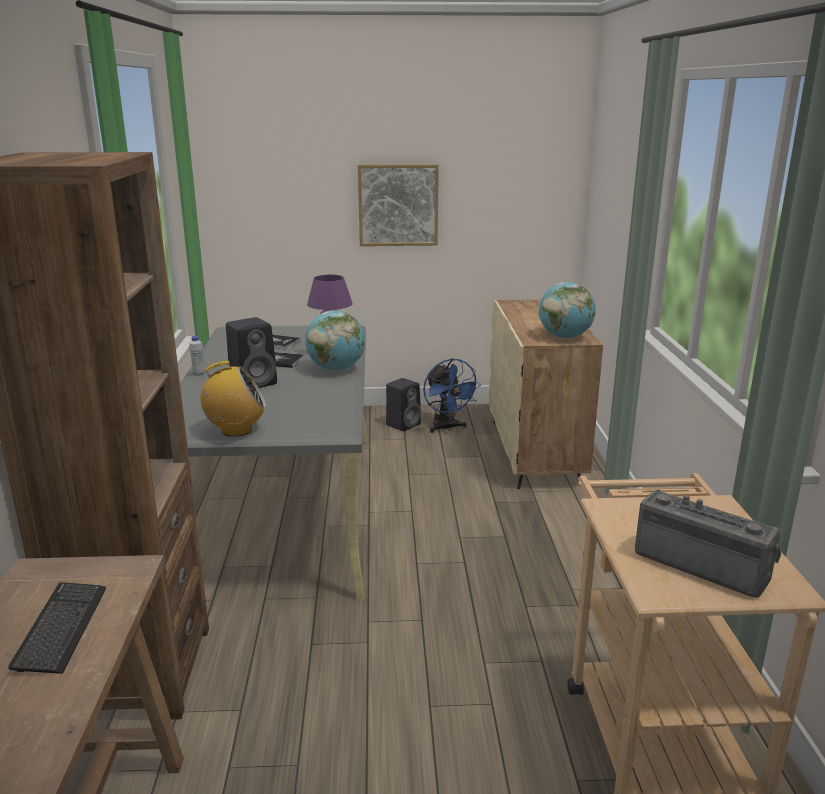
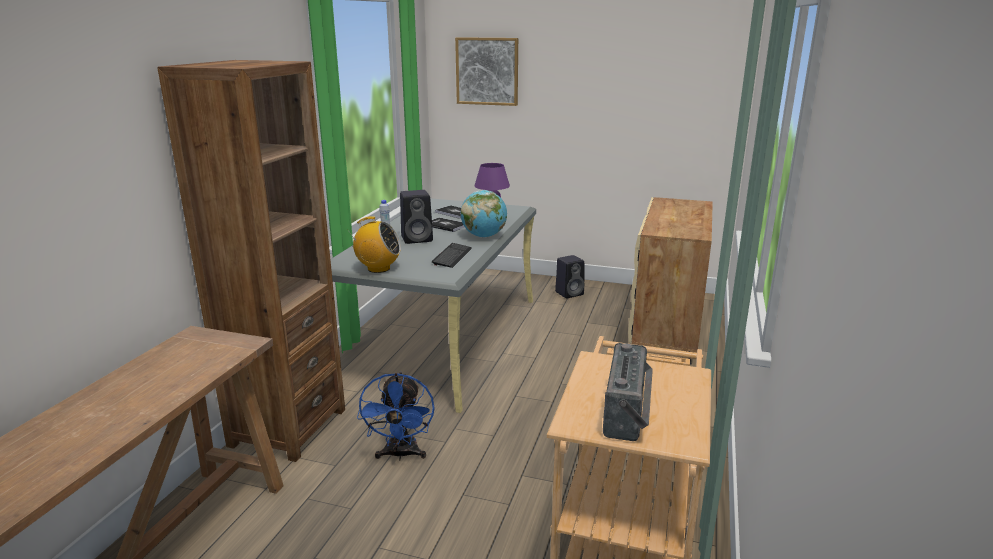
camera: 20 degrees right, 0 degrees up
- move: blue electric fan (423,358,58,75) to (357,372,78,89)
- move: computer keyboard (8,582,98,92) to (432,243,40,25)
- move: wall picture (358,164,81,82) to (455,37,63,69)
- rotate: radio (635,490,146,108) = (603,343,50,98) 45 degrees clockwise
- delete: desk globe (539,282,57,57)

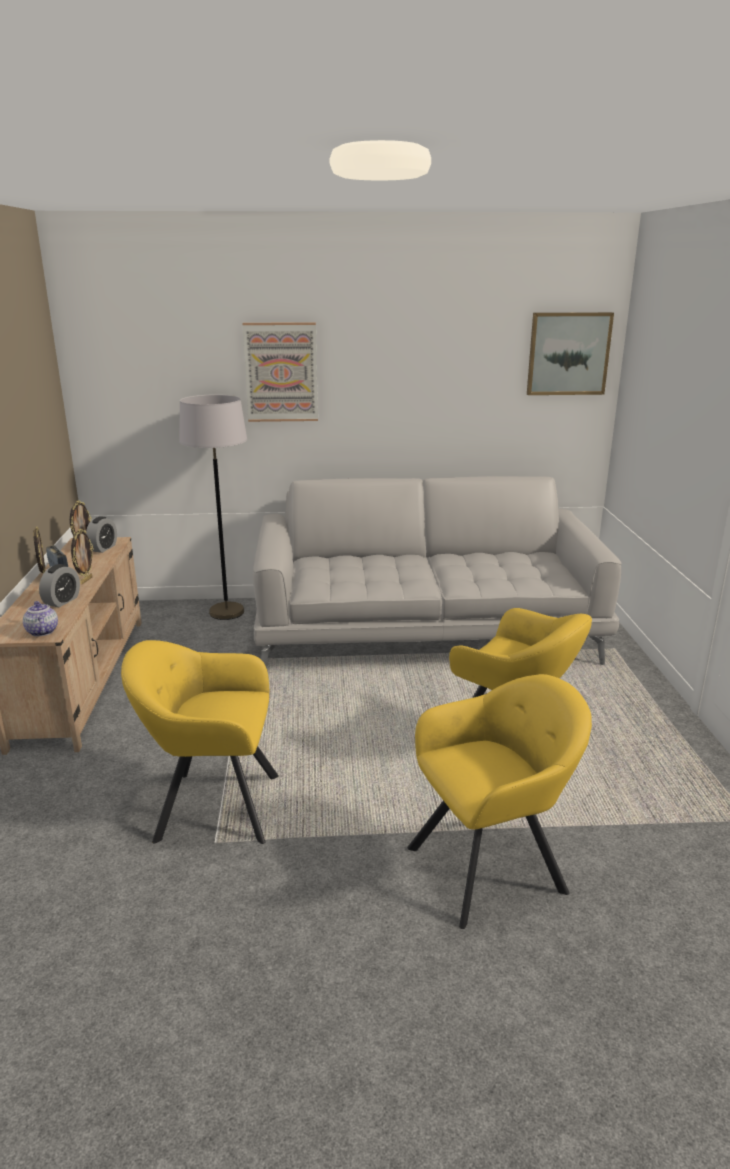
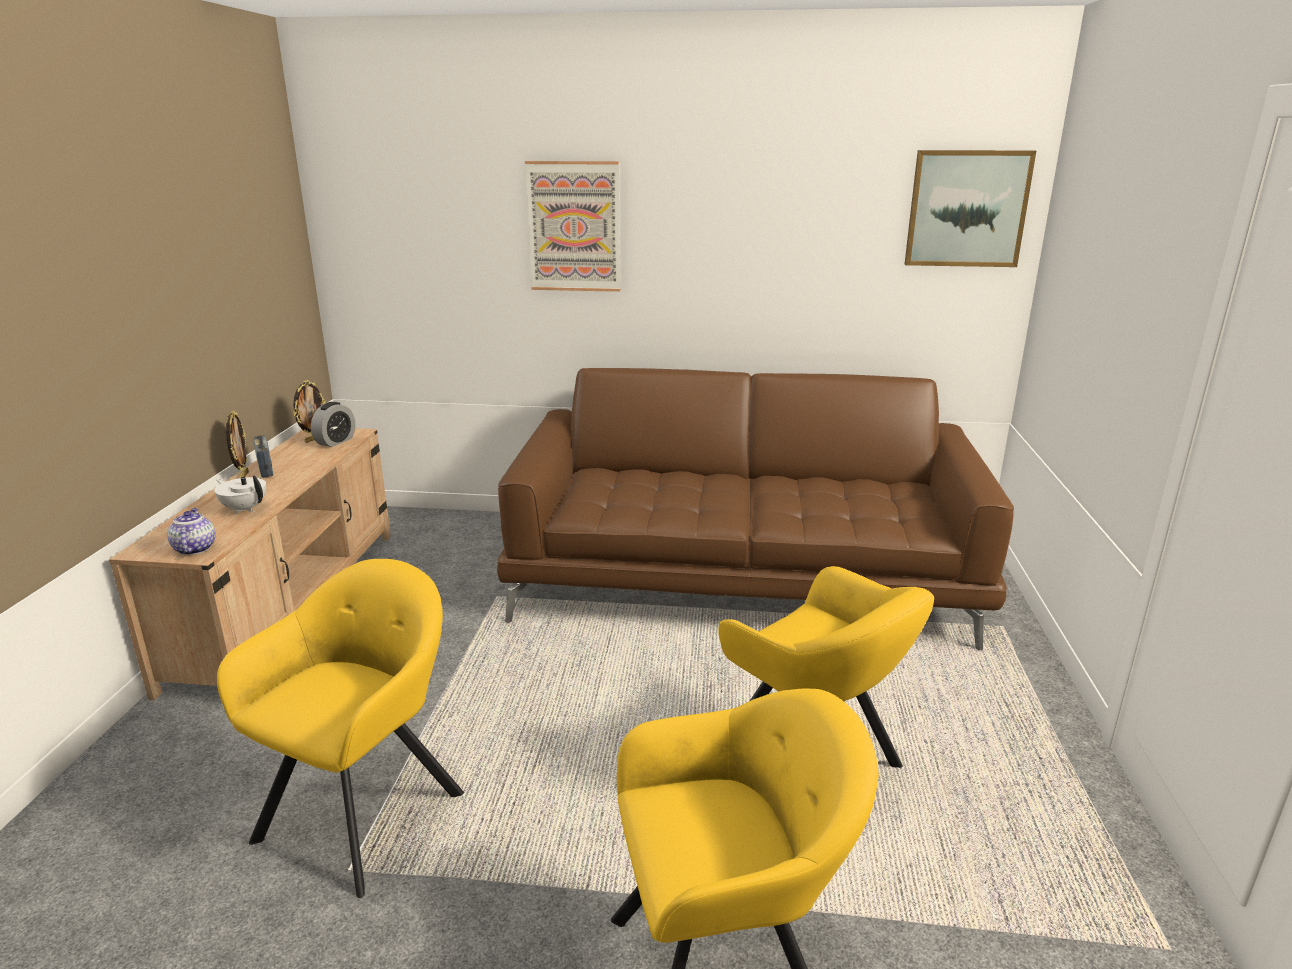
camera: 10 degrees right, 0 degrees up
- replace: table clock (39,564,41,43) to white pot for tea (214,475,52,38)
- rotate: yellow armchair (121,640,158,204) = (217,559,247,339) 105 degrees clockwise
- recolor: greyish couch (253,476,368,191) to brown couch (497,368,517,283)
- delete: picture frame (71,529,22,55)
- delete: greyish standing lamp (179,394,68,226)

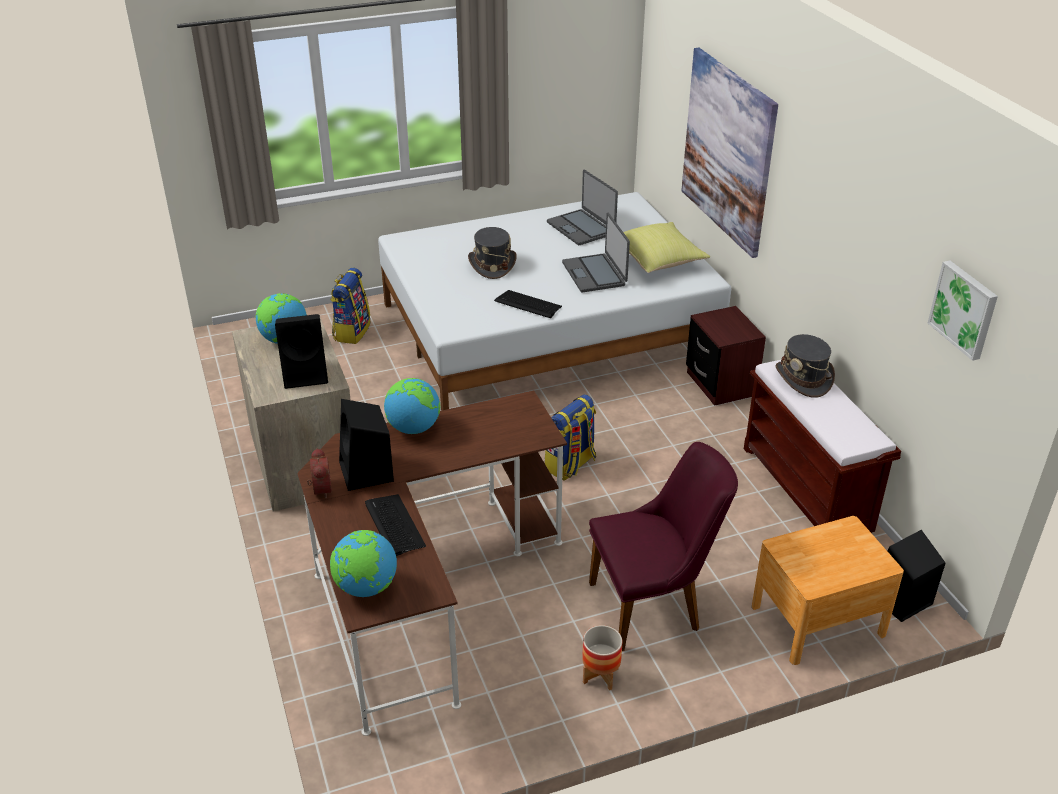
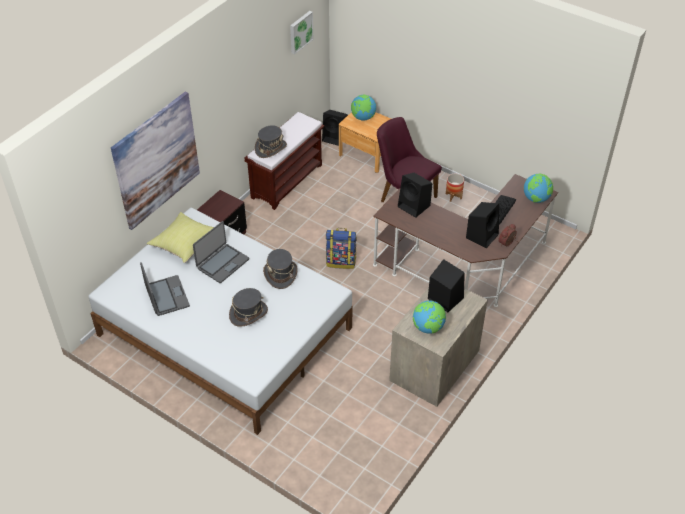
camera: 125 degrees left, 10 degrees up
- rotate: portable computer (547,170,71,75) = (140,262,50,54) 45 degrees counterclockwise
- replace: computer keyboard (494,290,68,28) to greyish clothing hat (263,249,35,40)
- move: desk globe (384,378,56,56) to (351,95,25,26)
- insert: black audio speaker (398,173,34,45)
- delete: knapsack (331,268,40,76)

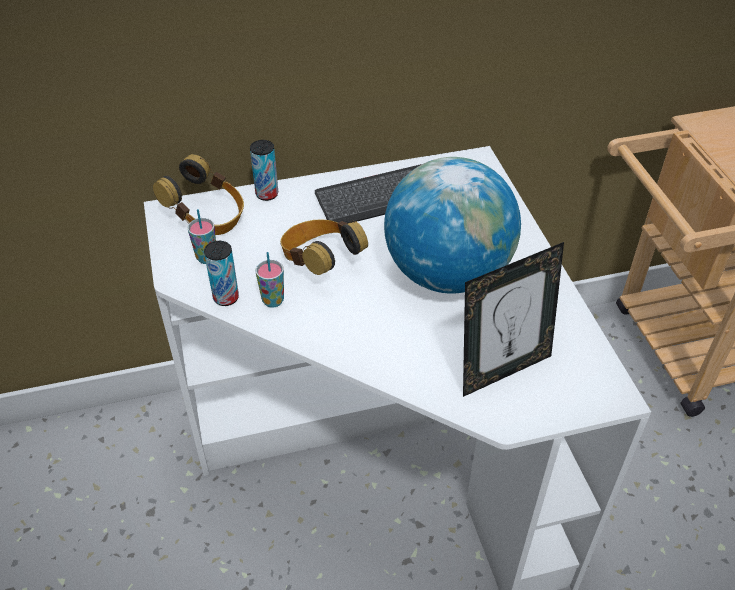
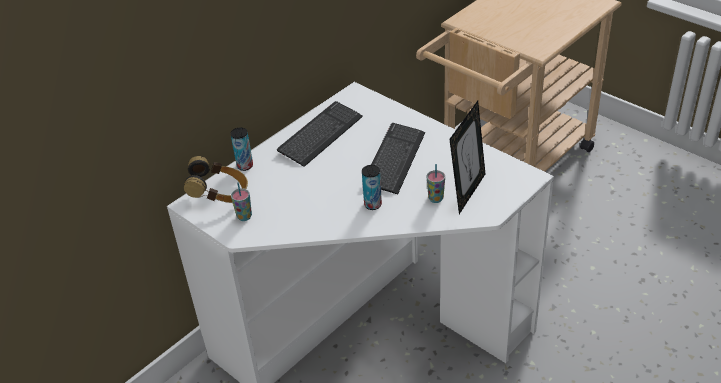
camera: 30 degrees left, 5 degrees down
- move: sealed can (204,241,35,65) to (362,165,20,45)
- replace: desk globe (384,157,137,137) to computer keyboard (371,123,54,71)
- move: small cup (256,252,28,56) to (427,164,18,39)
- delete: headset (280,219,88,56)

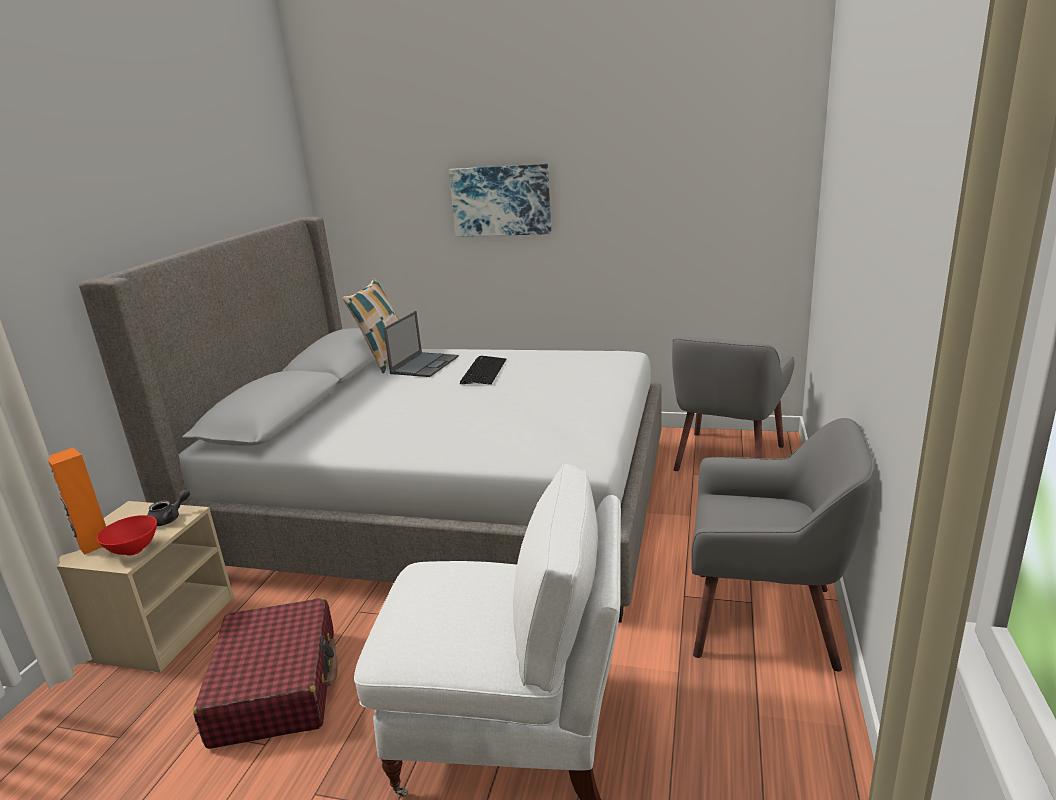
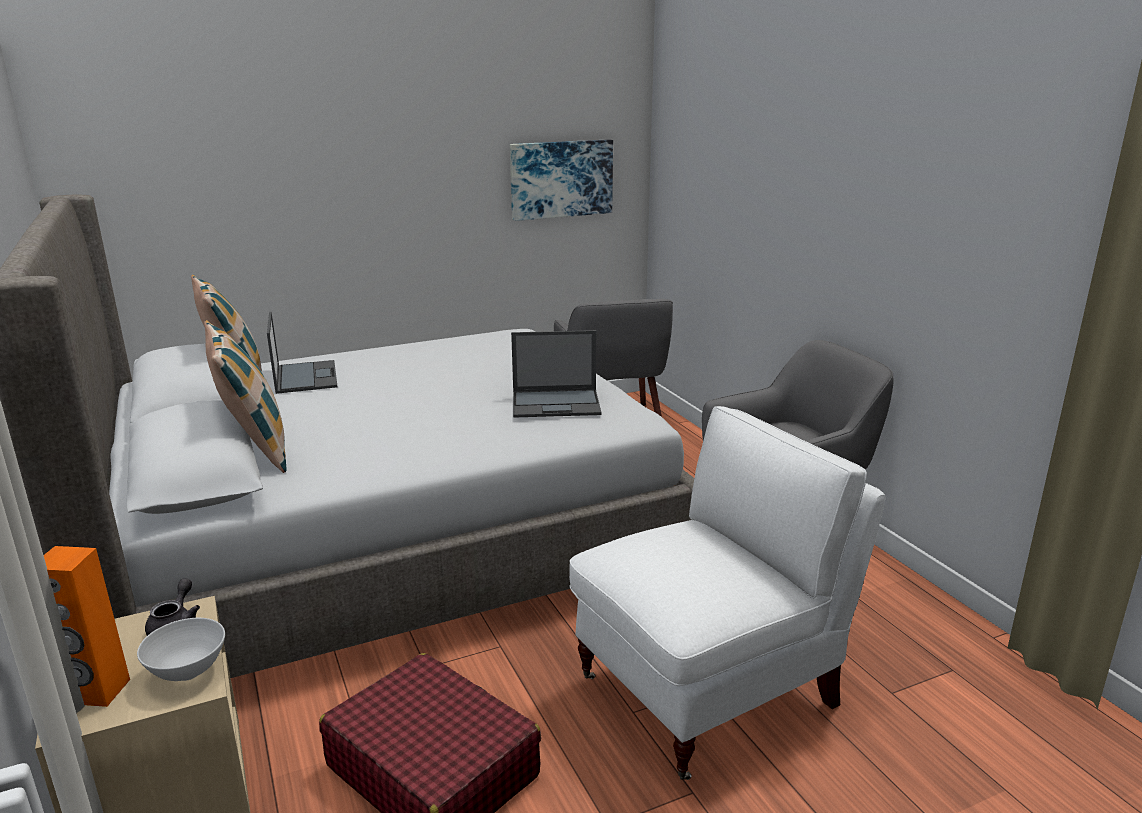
camera: 40 degrees left, 0 degrees up
- recolor: red bowl (97,515,60,41) to white bowl (137,618,88,63)
- insert: cushion (204,320,83,153)
- move: wall picture (449,164,103,73) to (510,139,103,82)
- insert: portable computer (511,330,91,88)
- delete: computer keyboard (460,355,46,30)

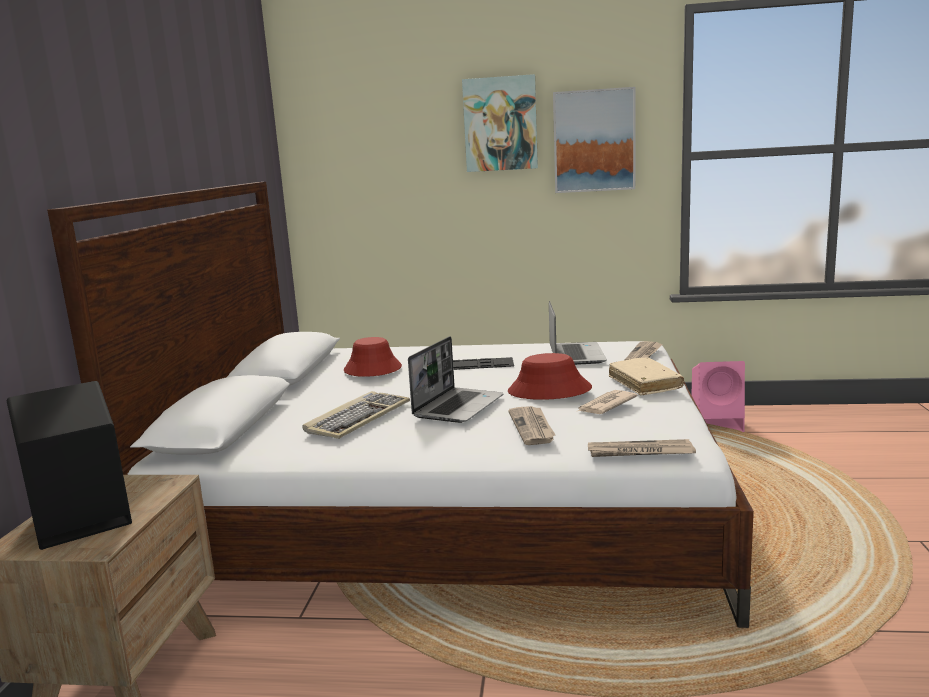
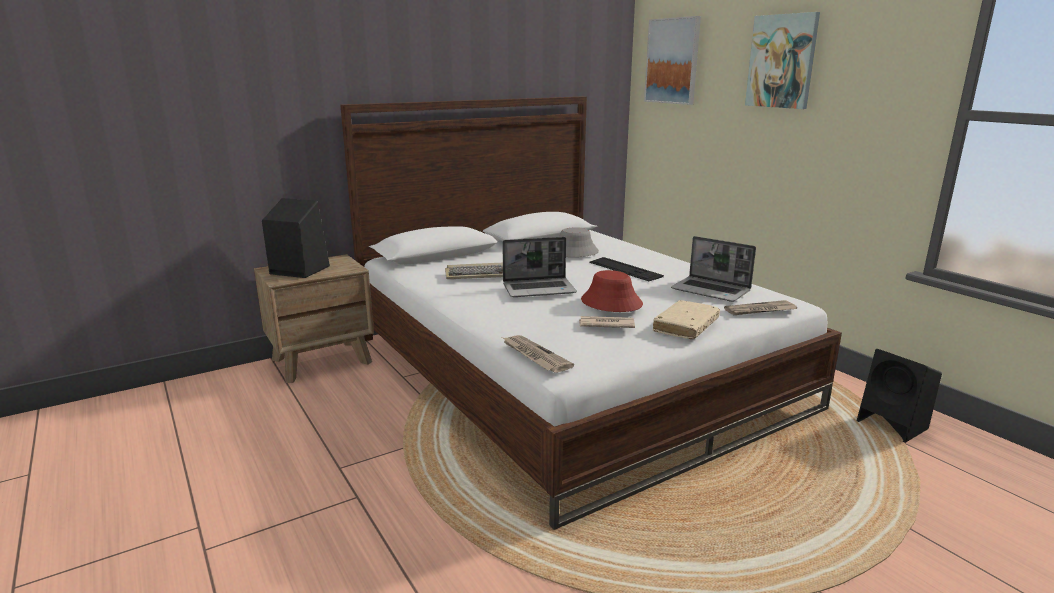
camera: 50 degrees right, 5 degrees up
- recolor: red clothing hat (344,337,58,40) to greyish clothing hat (559,227,40,30)
- move: wall picture (553,87,83,106) to (644,16,57,89)
- rotate: portable computer (549,301,58,64) = (671,236,85,66) 75 degrees clockwise
- recolor: pink-coloured audio speaker (692,361,53,71) to black audio speaker (857,349,85,94)
- delete: daily paper (508,406,47,39)

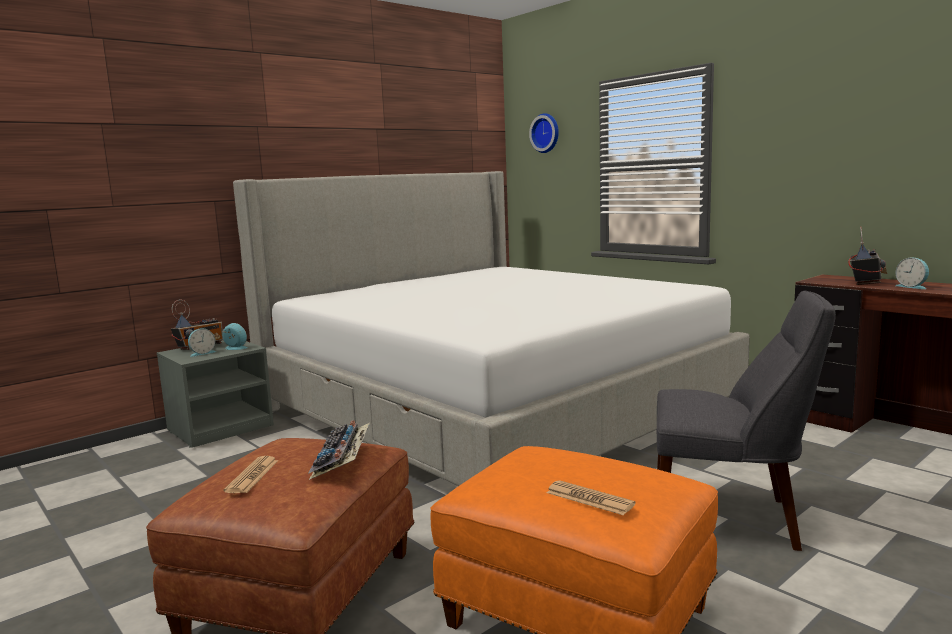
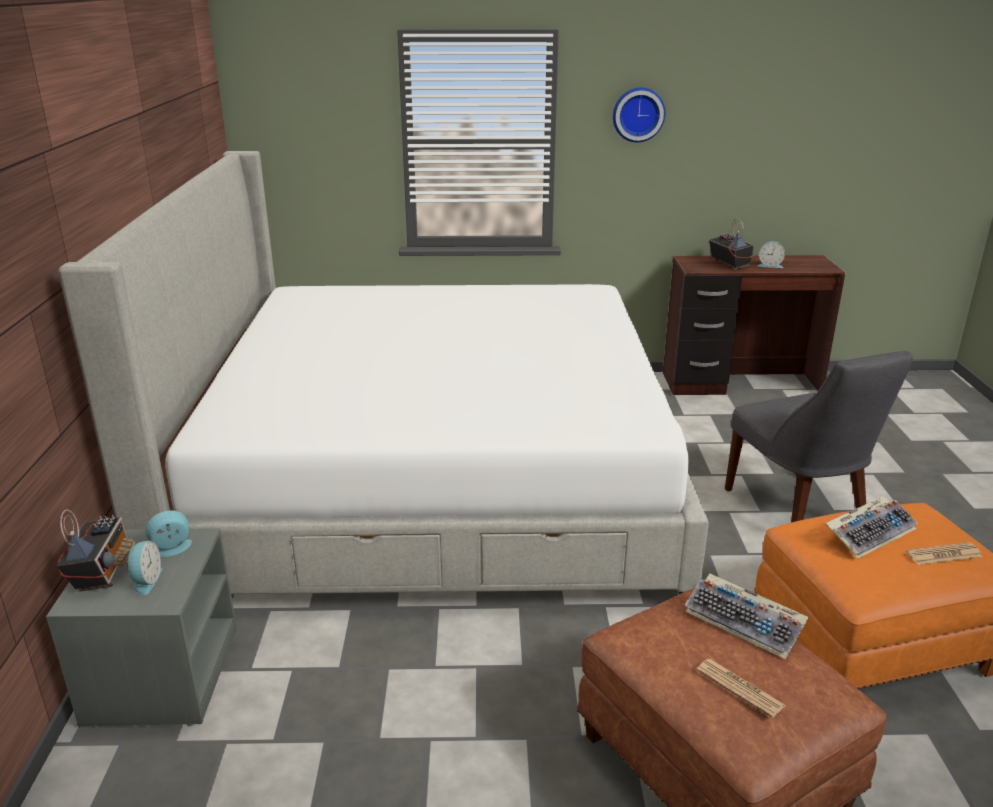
camera: 50 degrees left, 15 degrees up
- move: wall clock (529,113,30,40) to (613,87,52,55)
- rotate: greyish upright chair (657,291,179,260) = (725,351,188,171) 105 degrees clockwise
- insert: computer keyboard (826,496,92,62)

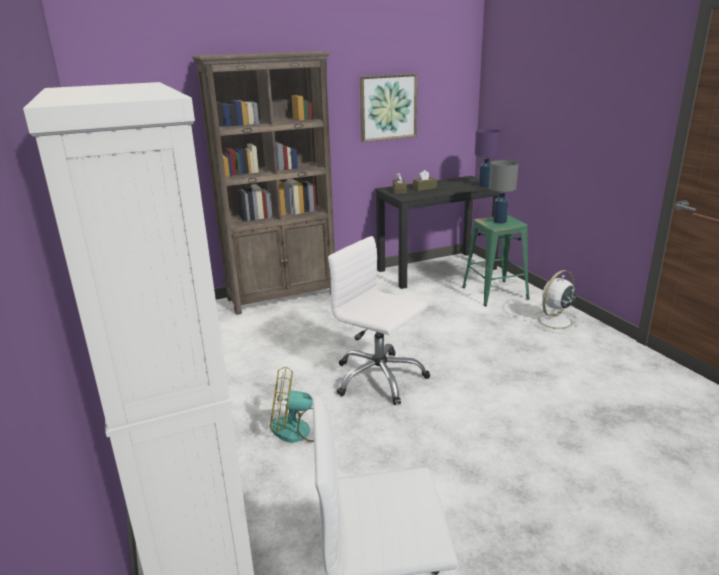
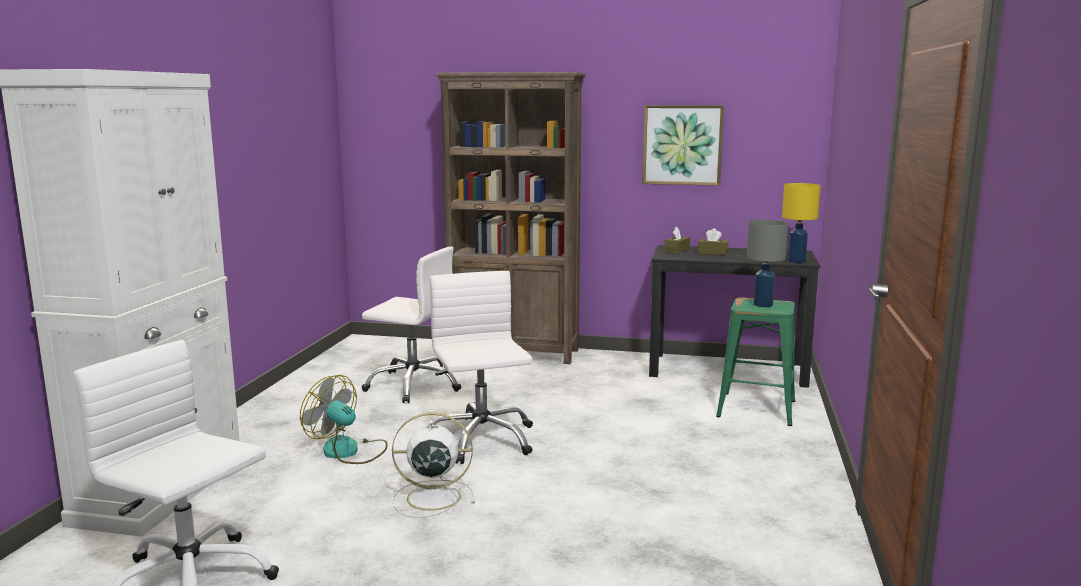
camera: 35 degrees right, 10 degrees down
- insert: white computer chair (361,246,100,157)
- move: white electric fan (530,270,48,64) to (392,413,83,105)
- recolor: purple table lamp (475,129,26,58) to yellow table lamp (782,183,39,80)

